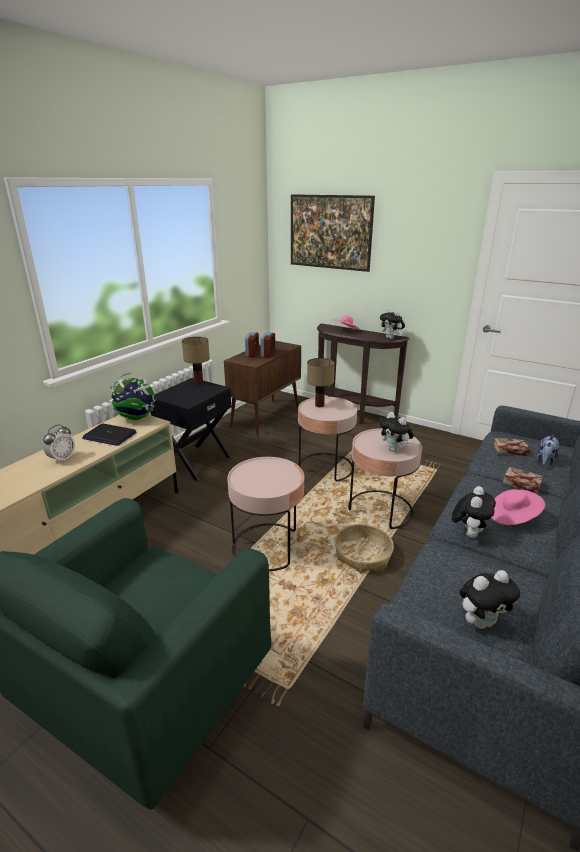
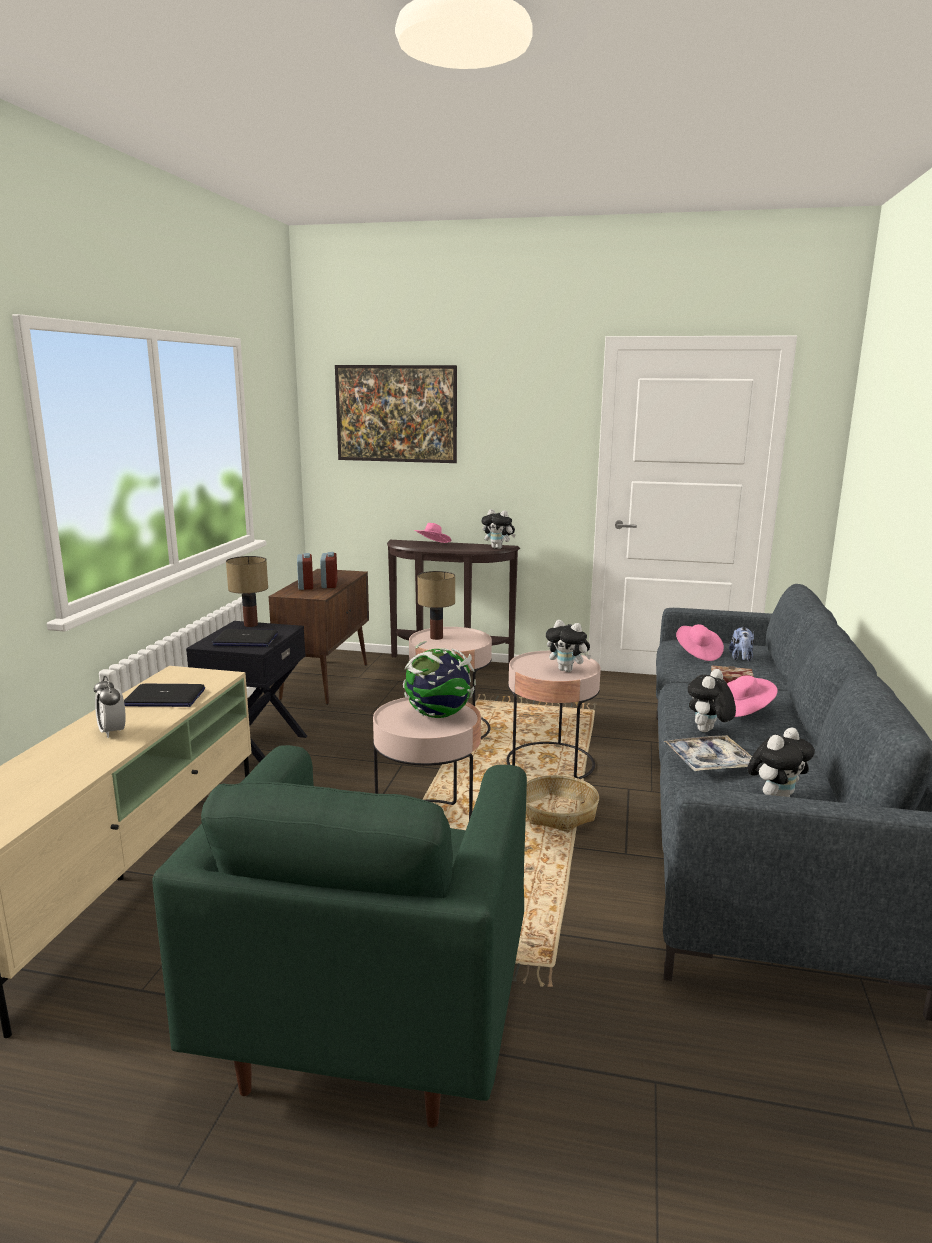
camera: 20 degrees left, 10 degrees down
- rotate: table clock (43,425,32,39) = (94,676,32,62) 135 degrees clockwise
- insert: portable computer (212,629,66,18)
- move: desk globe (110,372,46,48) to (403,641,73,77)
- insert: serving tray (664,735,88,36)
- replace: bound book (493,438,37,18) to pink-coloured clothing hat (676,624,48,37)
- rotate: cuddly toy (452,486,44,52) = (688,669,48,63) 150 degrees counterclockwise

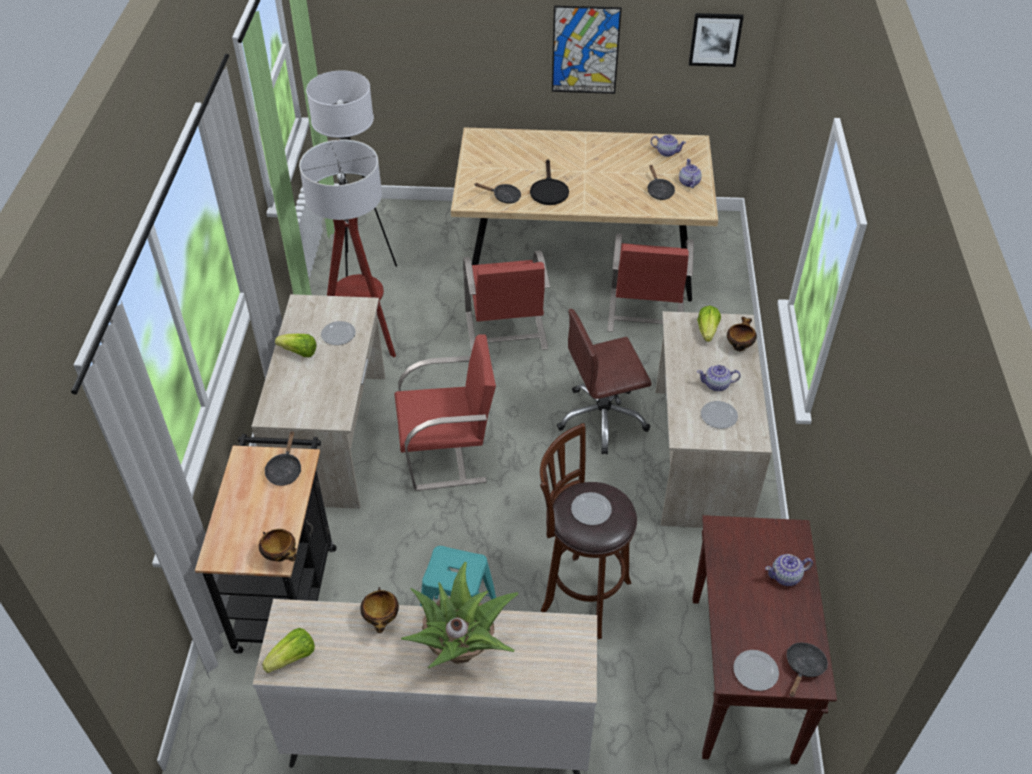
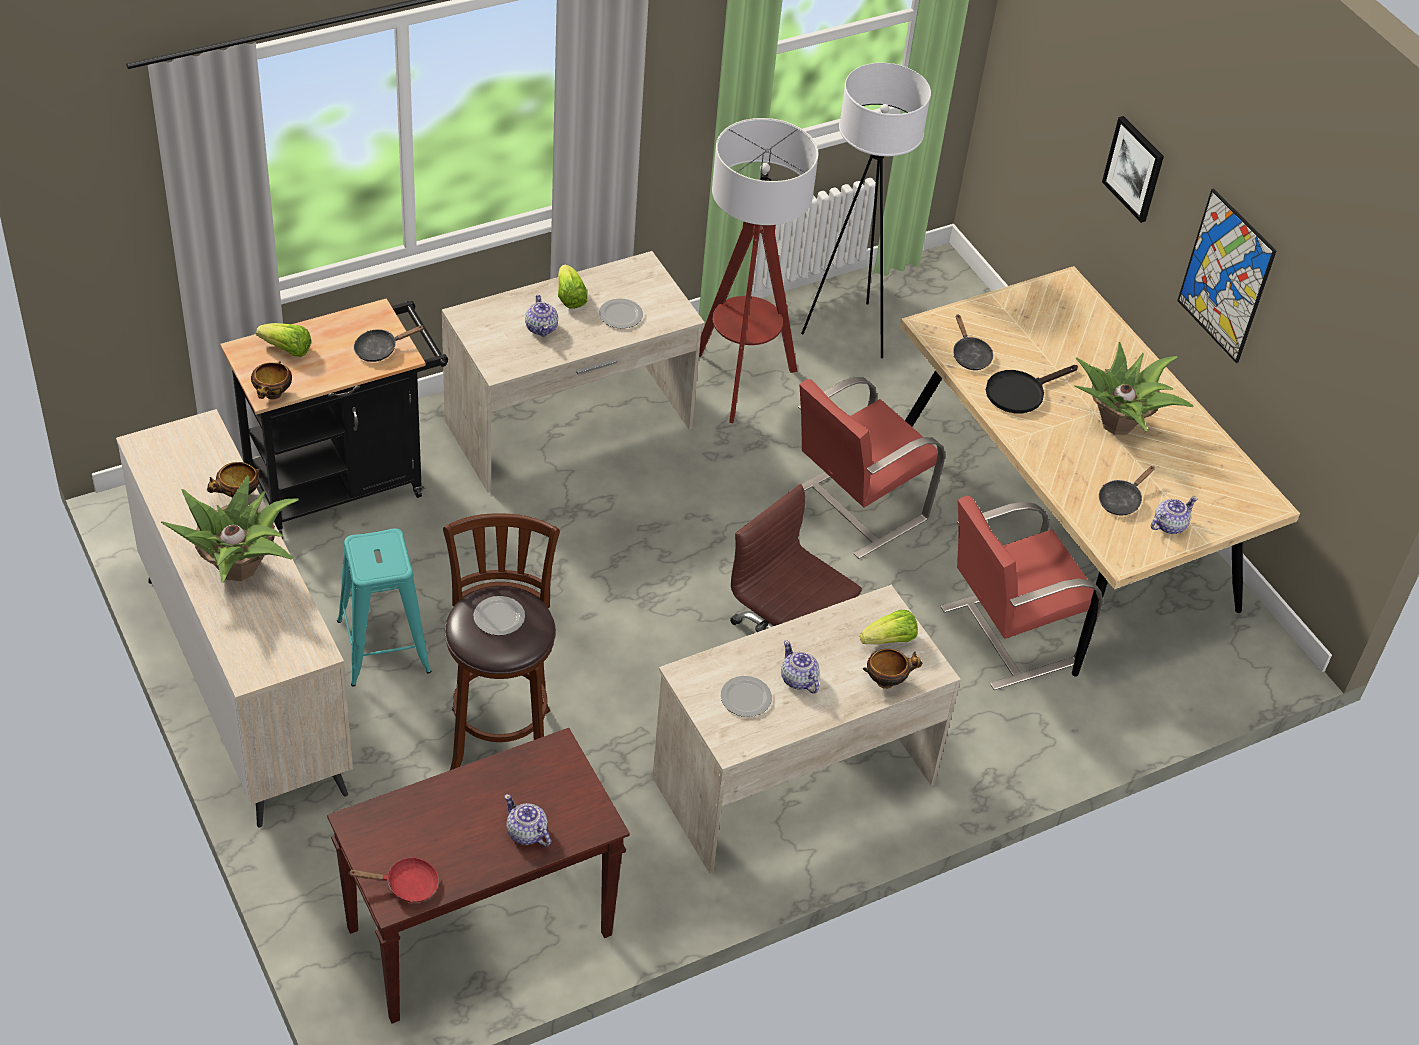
camera: 55 degrees right, 0 degrees up
- move: lettuce head (262,628,53,45) to (256,323,55,34)
- recolor: black pan (787,642,41,55) to red pan (348,857,91,46)
- move: pot for tea (651,135,35,22) to (525,295,33,42)
- insert: potted plant (1074,342,120,93)
- move: wall picture (689,13,55,54) to (1102,116,62,107)
- delete: red upright chair (395,334,101,157)
- delete: dinner plate (733,650,46,41)

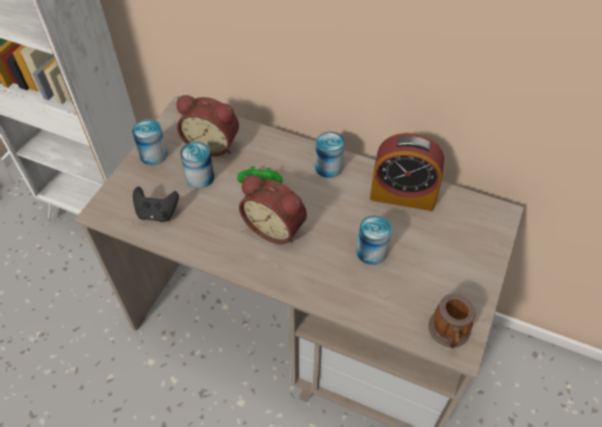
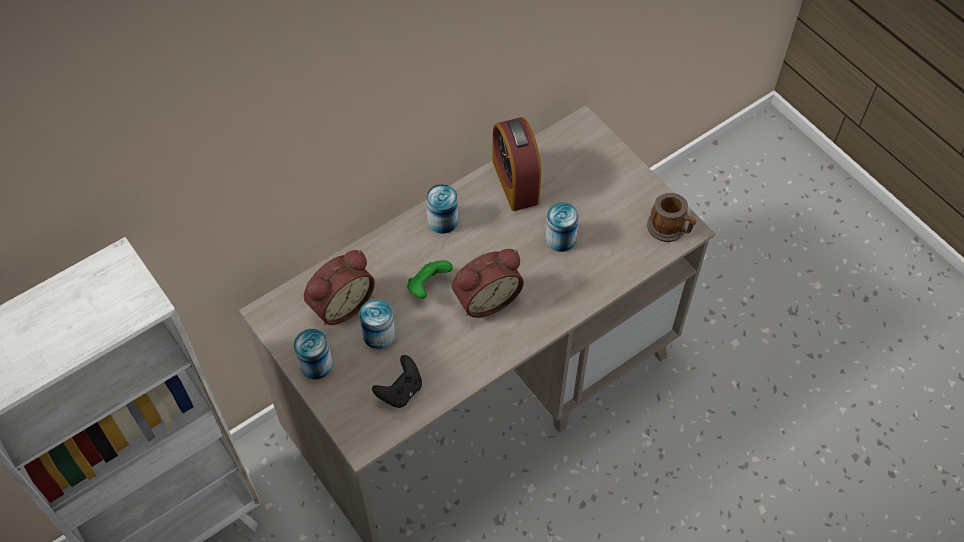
camera: 60 degrees left, 5 degrees up
- rotate: table clock (370,133,74,78) = (492,117,49,94) 120 degrees clockwise

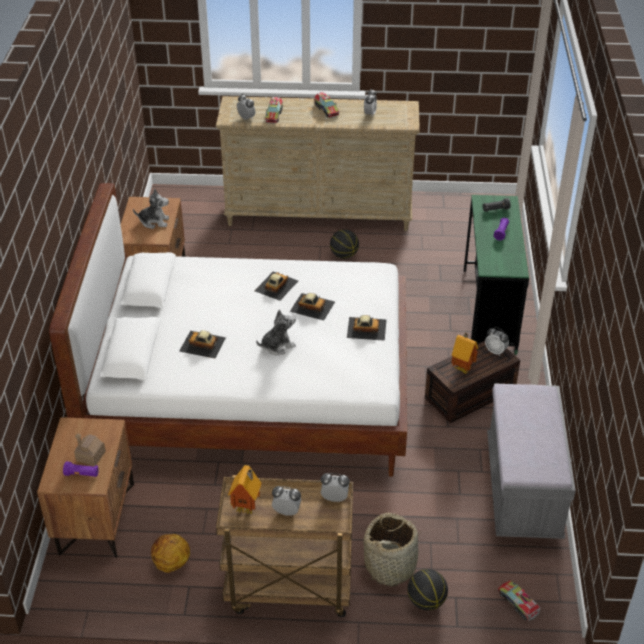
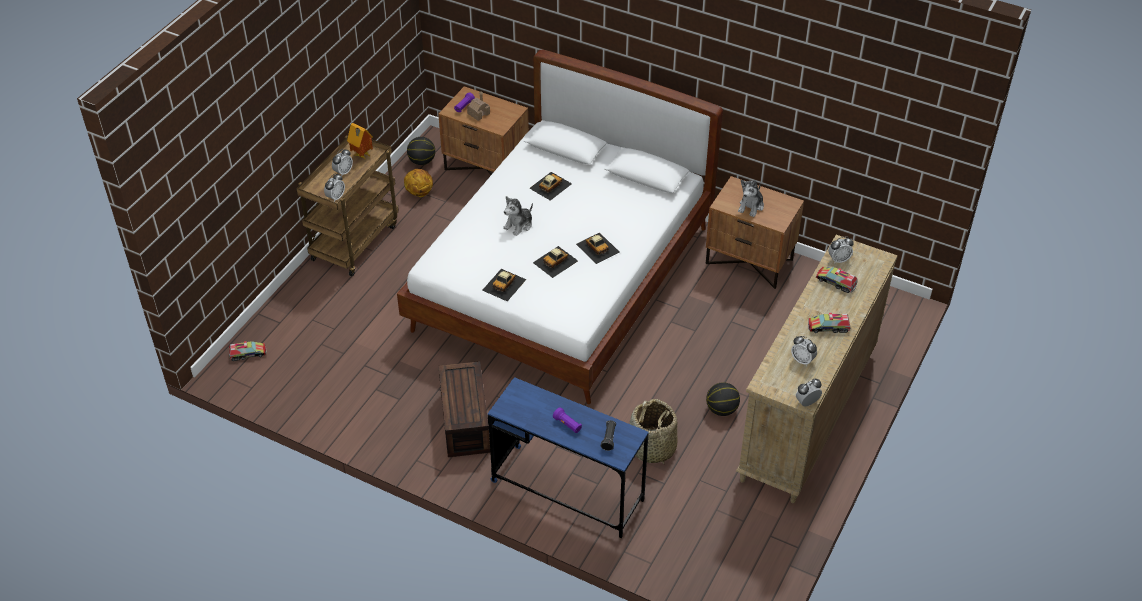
camera: 115 degrees right, 5 degrees up
- move: basketball ball (408,569,40,42) to (407,137,28,28)
- recolor: green-coloured desk unit (464,195,65,160) to blue desk unit (488,377,161,161)
- rotate: cuddly toy (256,309,40,46) = (503,196,30,40) 45 degrees clockwise
- move: basket (363,513,58,73) to (630,399,48,66)
- move: table clock (485,327,24,29) to (795,379,27,27)
- delete: model house (452,333,26,41)
- delete: greyish indoor bench (487,383,89,156)

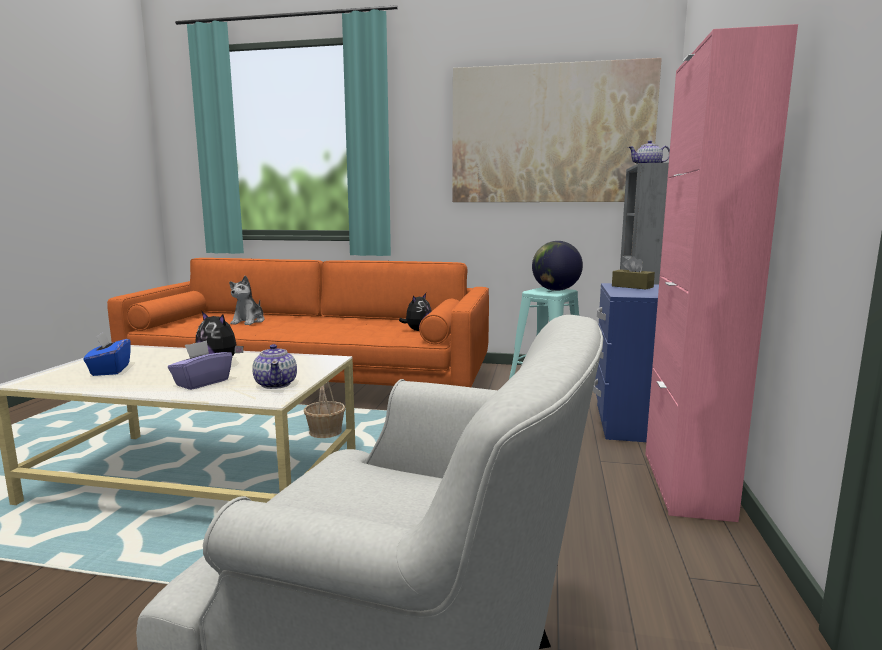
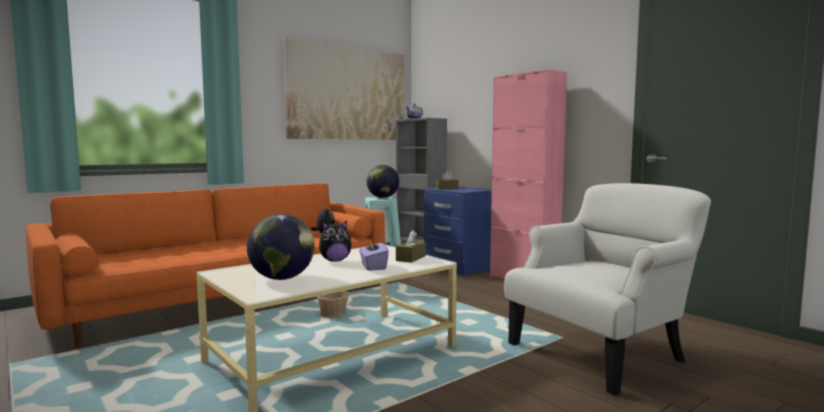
camera: 50 degrees left, 5 degrees down
- replace: blue box of tissues (83,332,48,44) to desk globe (247,214,68,66)
- replace: pot for tea (252,344,45,45) to brown box of tissues (396,230,30,33)
- delete: cuddly toy (229,276,36,49)

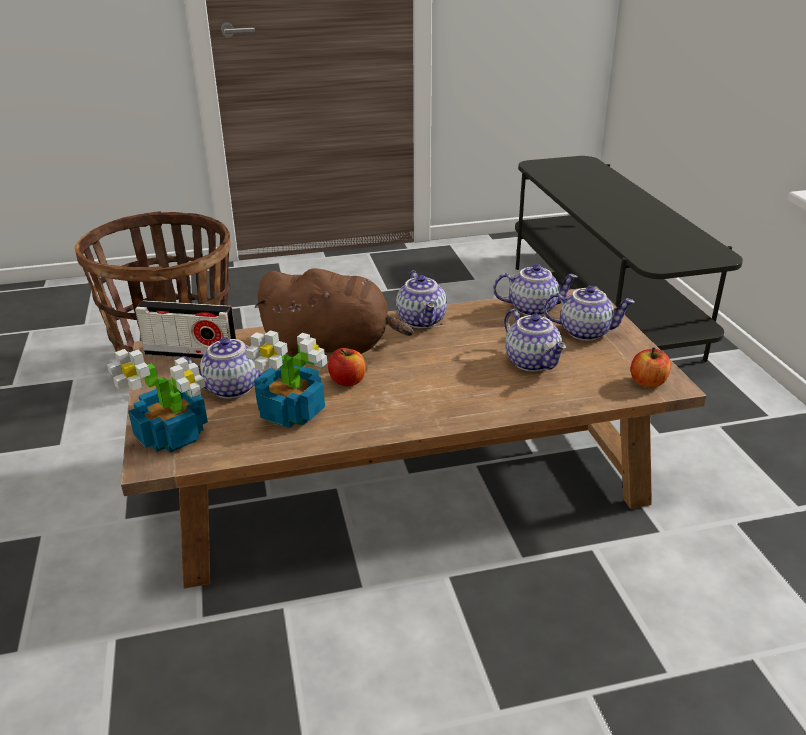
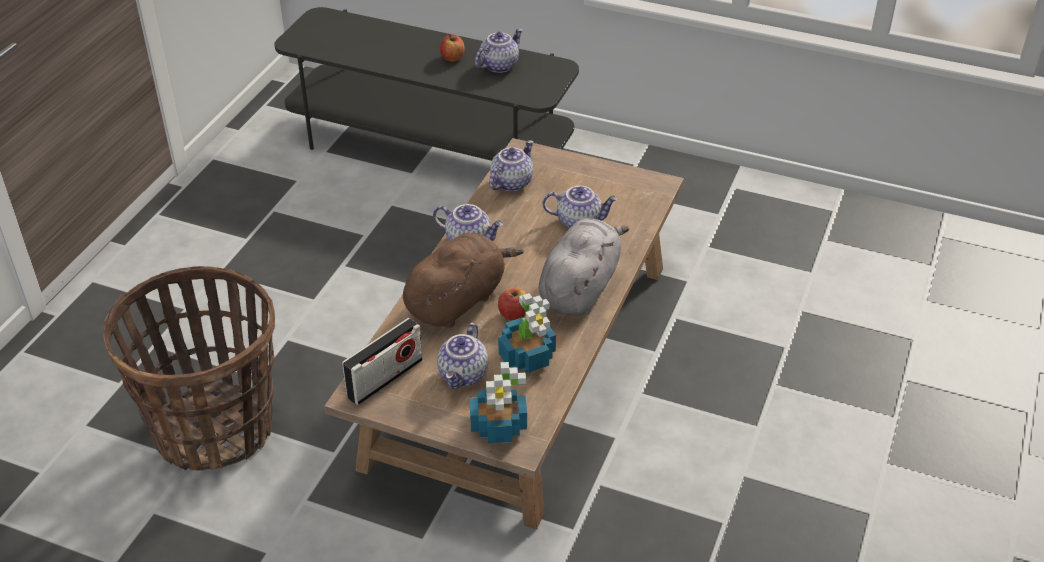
camera: 55 degrees left, 10 degrees up
- move: whole apple (631,347,40,41) to (440,34,25,28)
- move: pot for tea (543,286,92,55) to (475,29,48,44)
- insert: greyish cuddly toy (539,218,90,98)

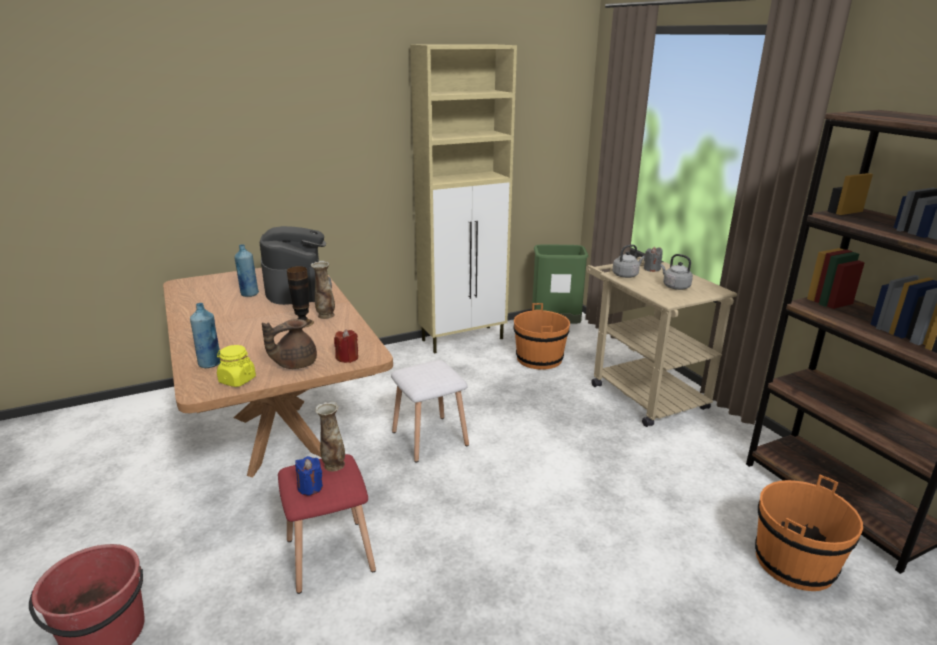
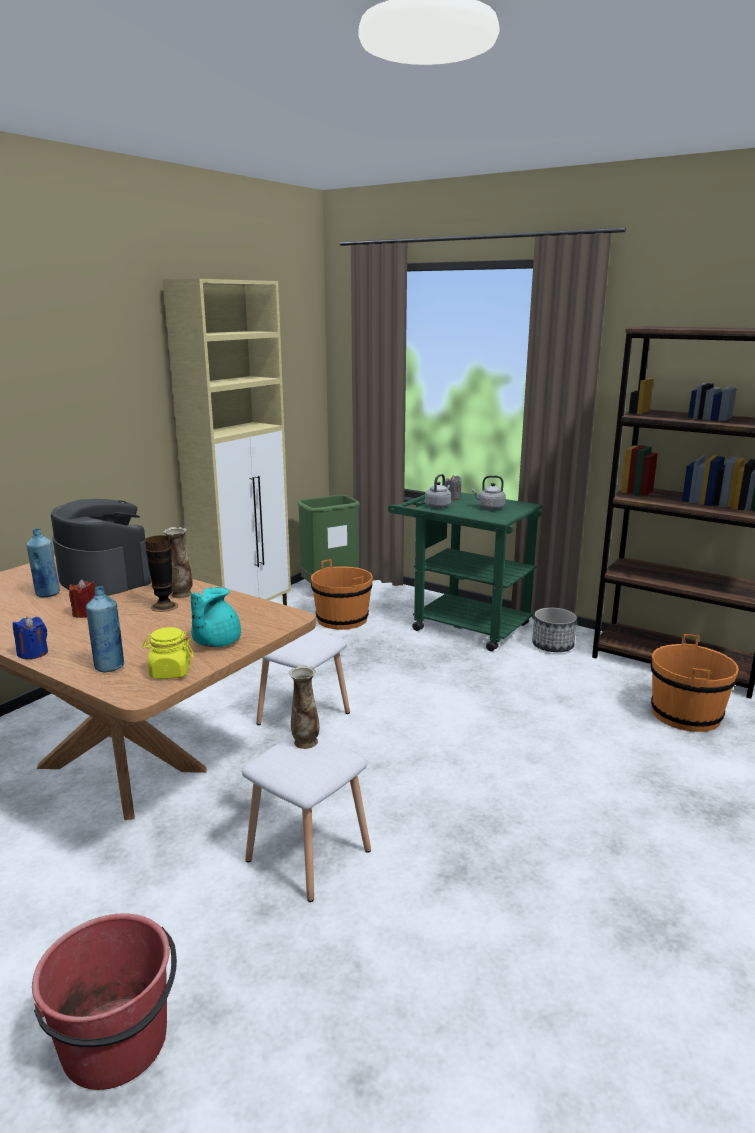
camera: 30 degrees left, 5 degrees down
- move: blue candle (295,456,28,39) to (13,617,35,42)
- move: red candle (334,329,24,34) to (69,579,26,39)
- recolor: brown pot for tea (262,319,55,50) to blue-green pot for tea (191,587,50,60)
- recolor: red stool (278,454,98,140) to white stool (242,736,129,166)
- recolor: beige trolley (586,257,151,170) to green-coloured trolley (388,492,154,159)
- insert: plant pot (532,607,45,45)

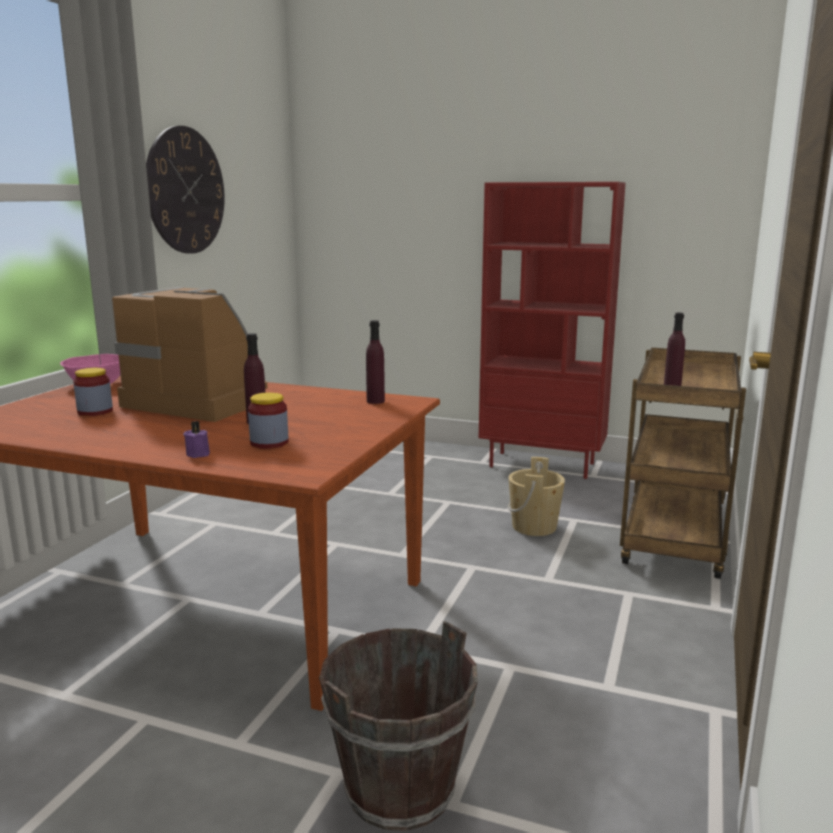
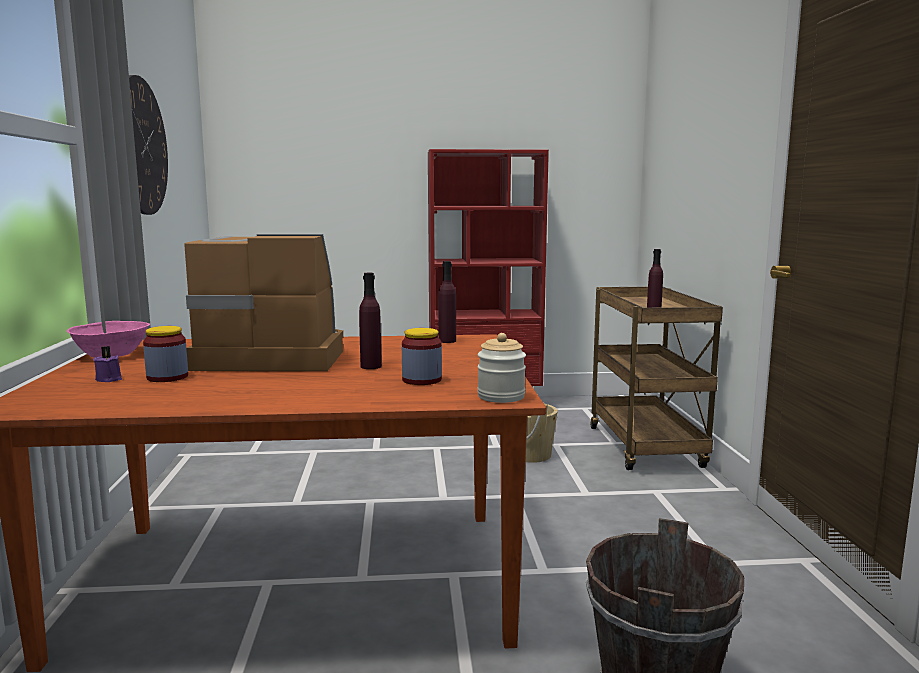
camera: 25 degrees left, 5 degrees down
- move: purple candle (183,421,27,37) to (93,346,29,36)
- insert: preserve jar (477,333,49,70)

